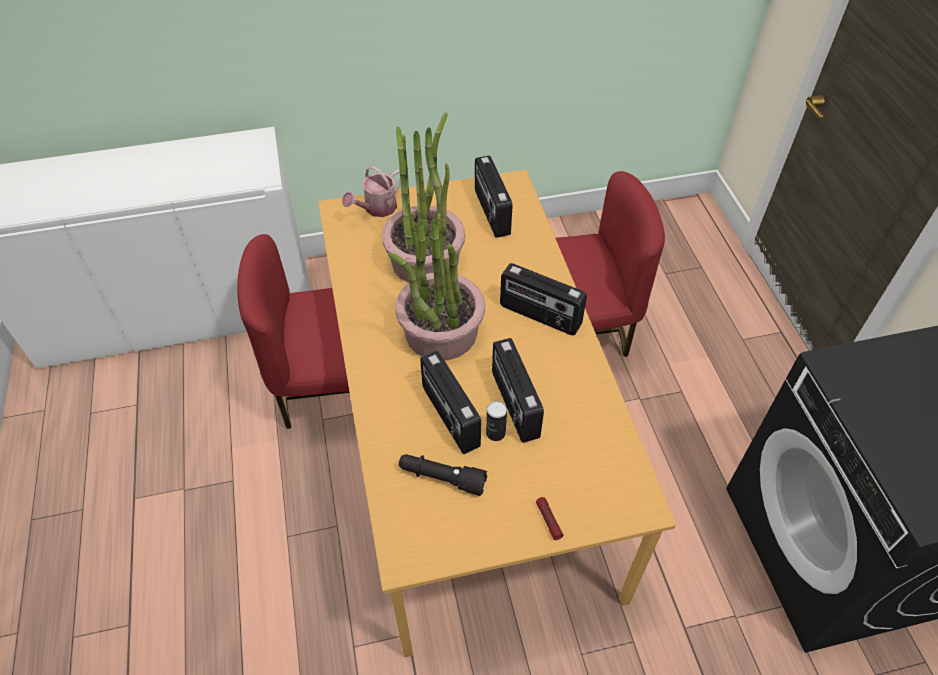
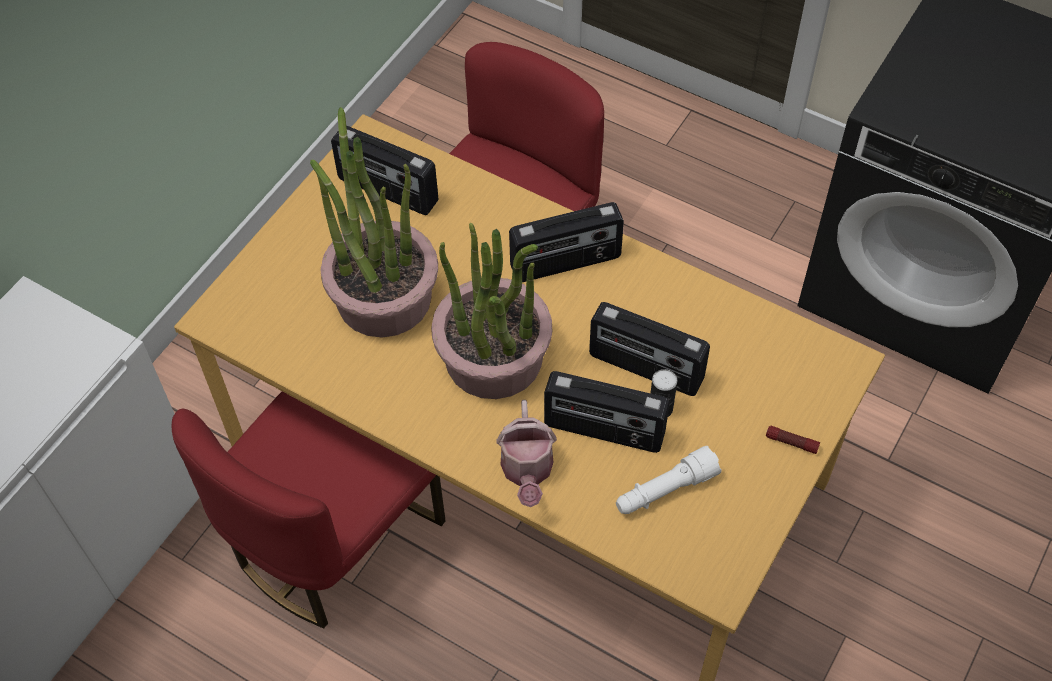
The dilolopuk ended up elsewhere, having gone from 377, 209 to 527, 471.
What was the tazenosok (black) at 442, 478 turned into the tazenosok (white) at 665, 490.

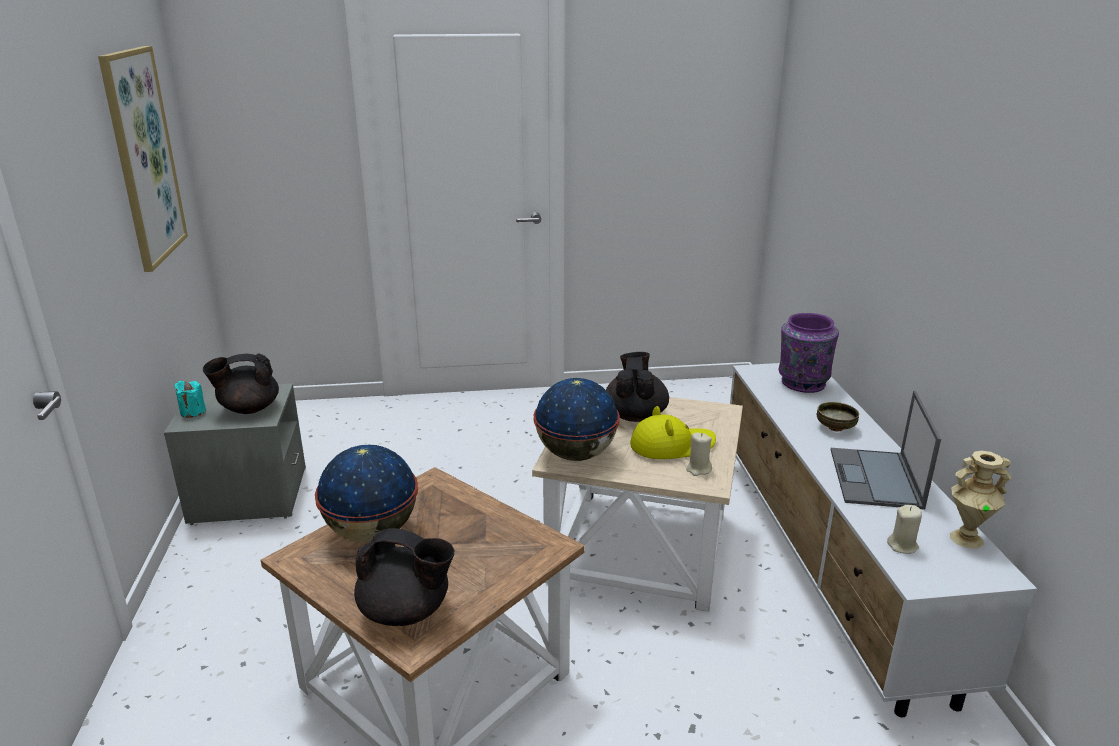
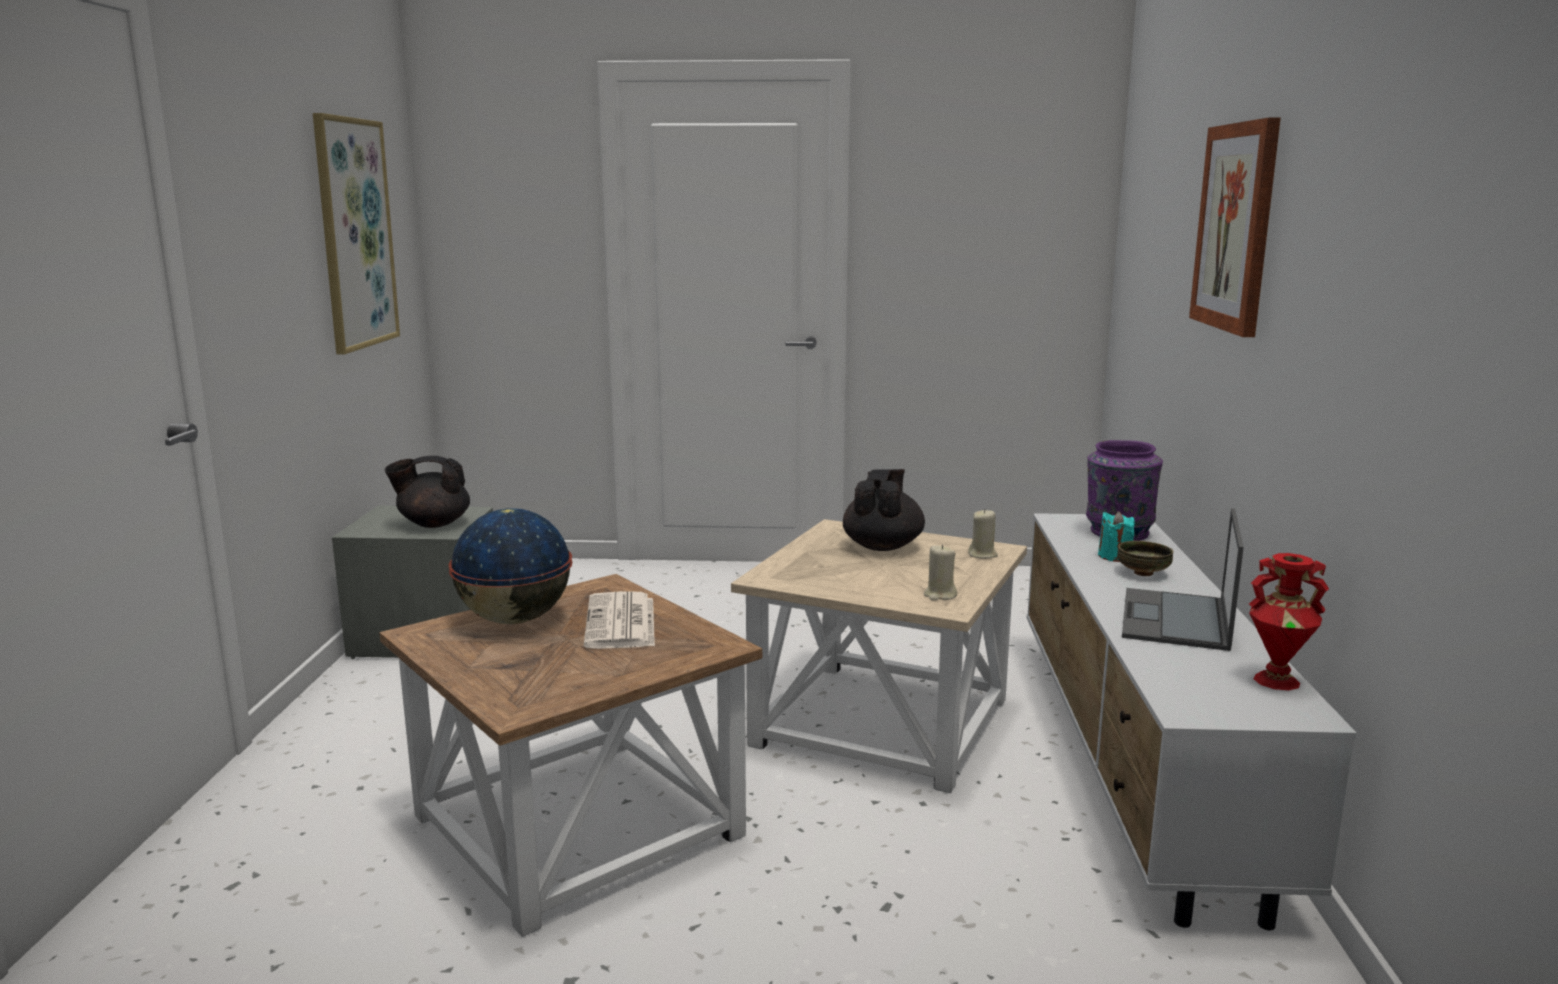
The second view lost the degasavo at 576, 455.
The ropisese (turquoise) ended up elsewhere, having gone from 193, 412 to 1114, 556.
The second view lost the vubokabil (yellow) at 671, 445.
What was the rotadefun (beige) at 966, 538 turned into the rotadefun (red) at 1276, 680.
The ropisese (beige) ended up elsewhere, having gone from 902, 546 to 982, 555.
The second view lost the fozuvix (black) at 406, 611.
The second view gained the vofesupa at 1236, 227.
The second view gained the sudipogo at 621, 623.

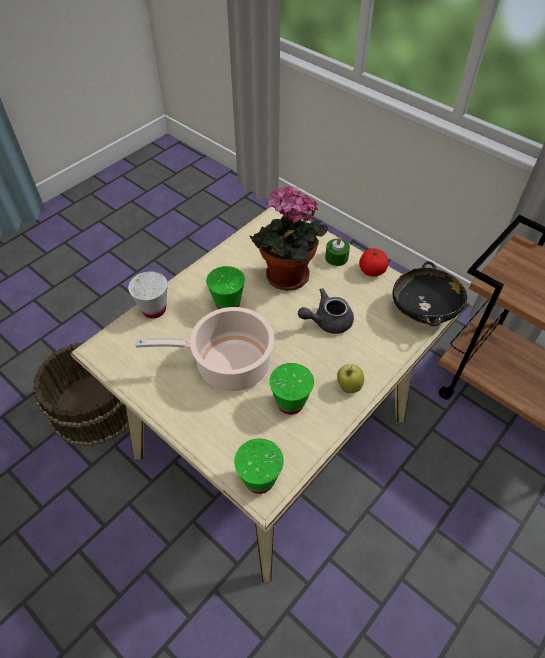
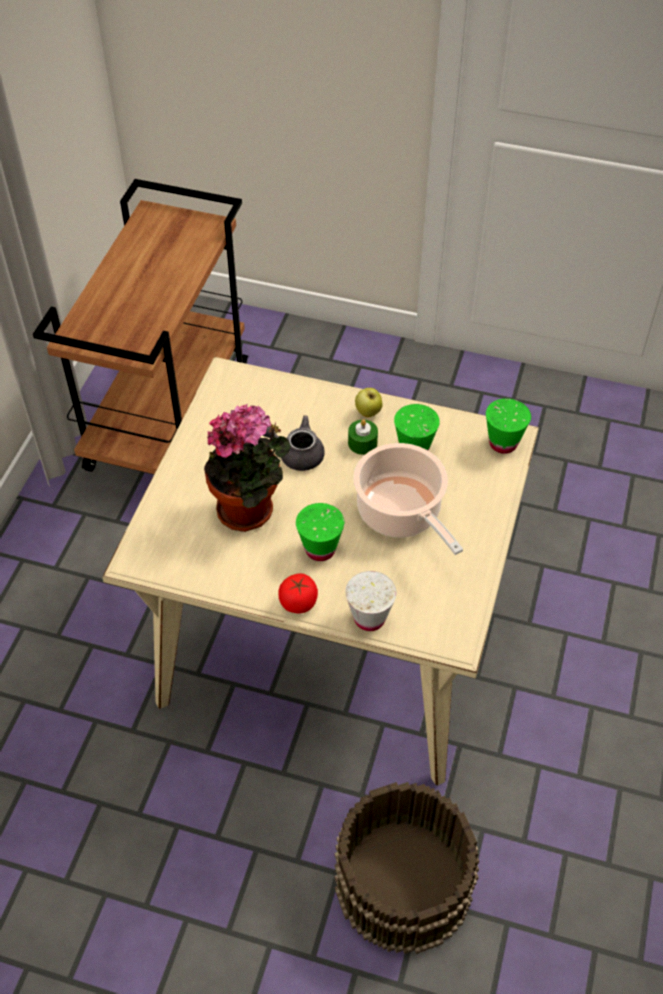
The ropisese (green) ended up elsewhere, having gone from 336, 257 to 362, 443.
The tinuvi ended up elsewhere, having gone from 372, 271 to 298, 602.
The second view lost the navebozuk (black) at 424, 310.
The fozuvix (grey) at 327, 321 ended up facing another way, 150 degrees clockwise from before.

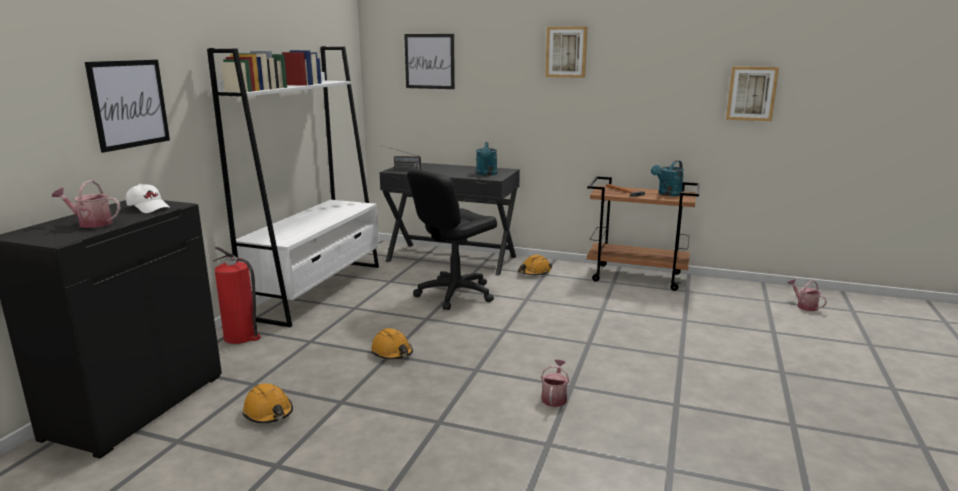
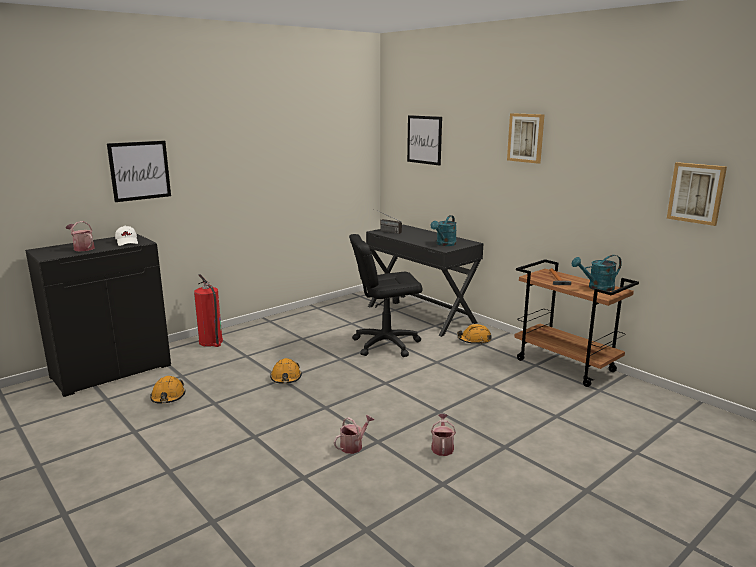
The second view lost the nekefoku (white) at 317, 290.
The dilolopuk ended up elsewhere, having gone from 804, 306 to 442, 447.

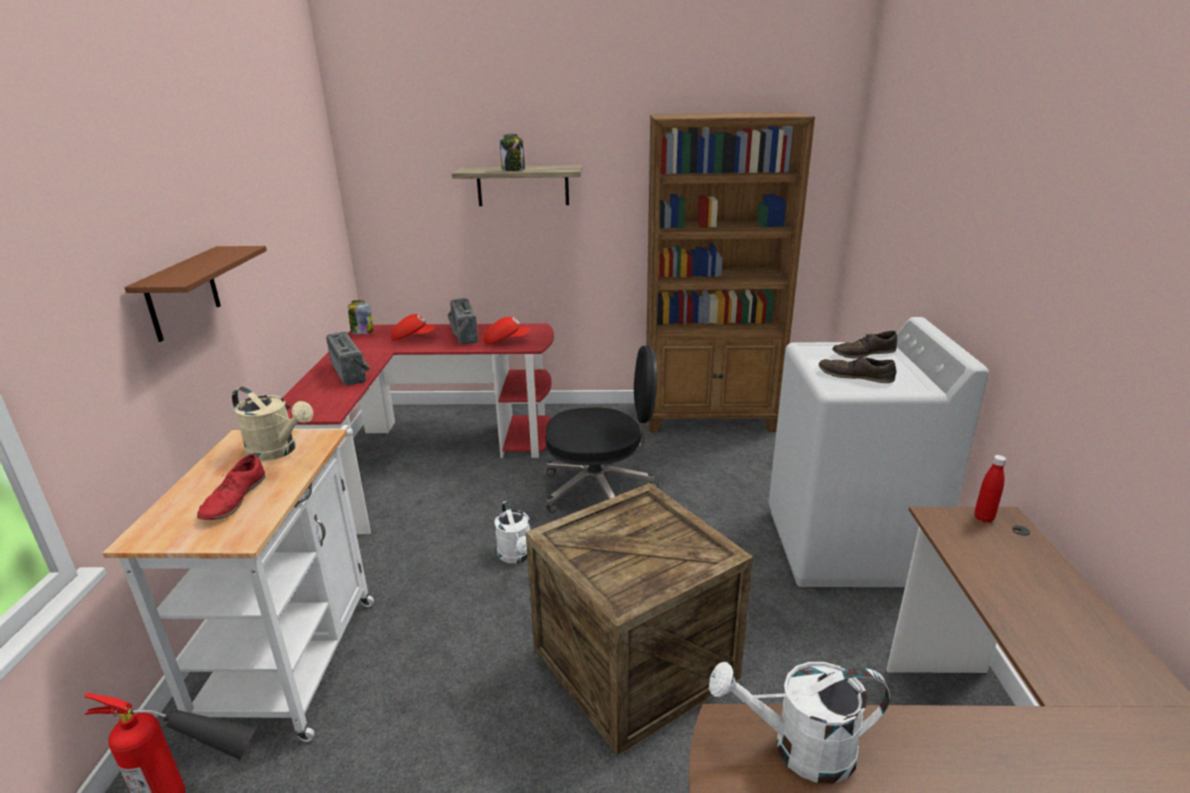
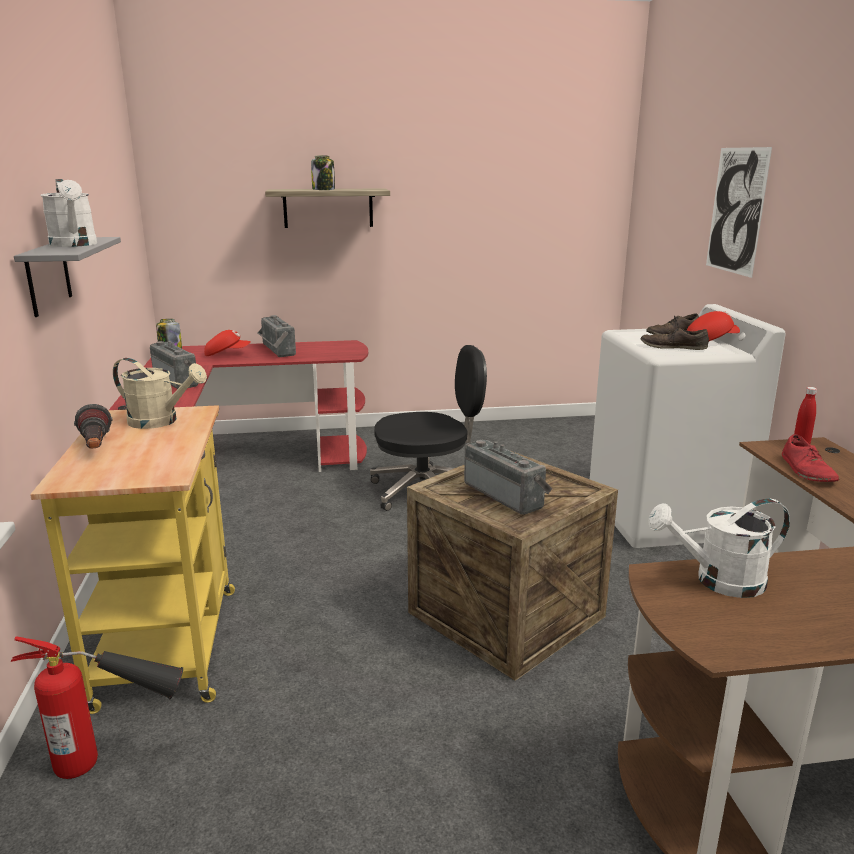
The second view lost the nekefoku (brown) at 710, 418.
What was the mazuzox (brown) at 182, 294 turned into the mazuzox (grey) at 48, 276.
The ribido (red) ended up elsewhere, having gone from 506, 341 to 711, 341.
What was the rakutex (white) at 297, 653 turned into the rakutex (yellow) at 169, 637.
The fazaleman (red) ended up elsewhere, having gone from 234, 499 to 807, 471.
The dilolopuk (white) ended up elsewhere, having gone from 517, 556 to 75, 245.
The second view gained the vofesupa at 736, 211.
The second view gained the tazenosok at 96, 448.
The second view gained the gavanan at 506, 494.

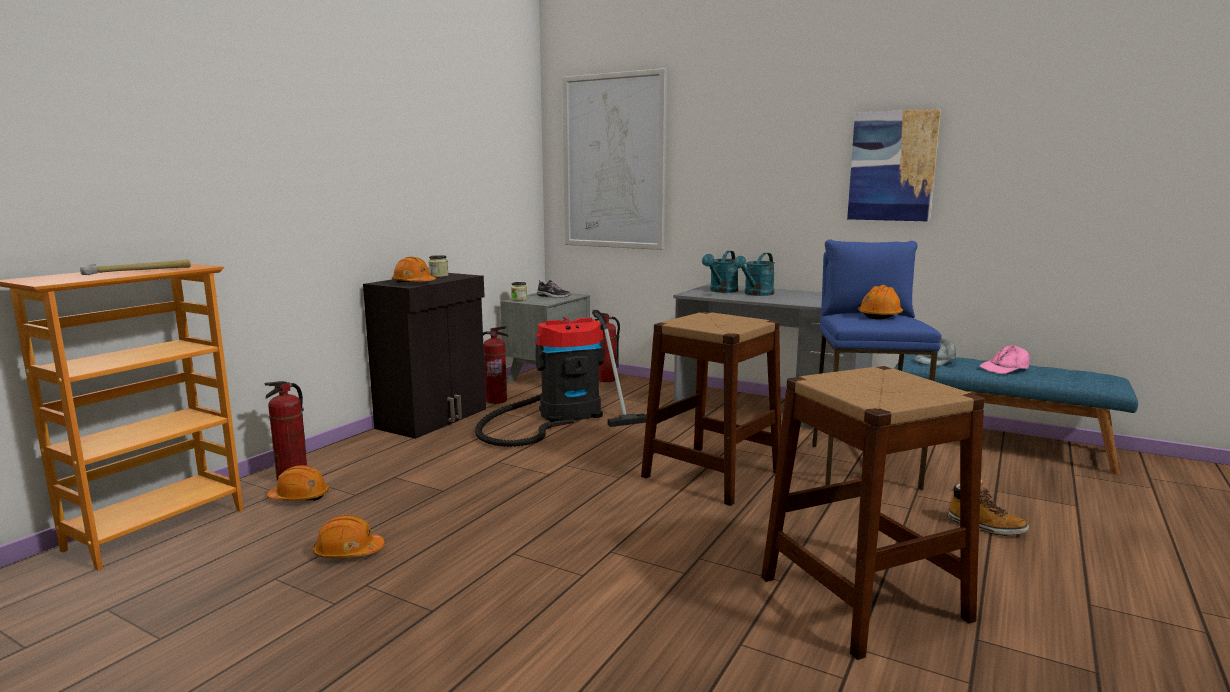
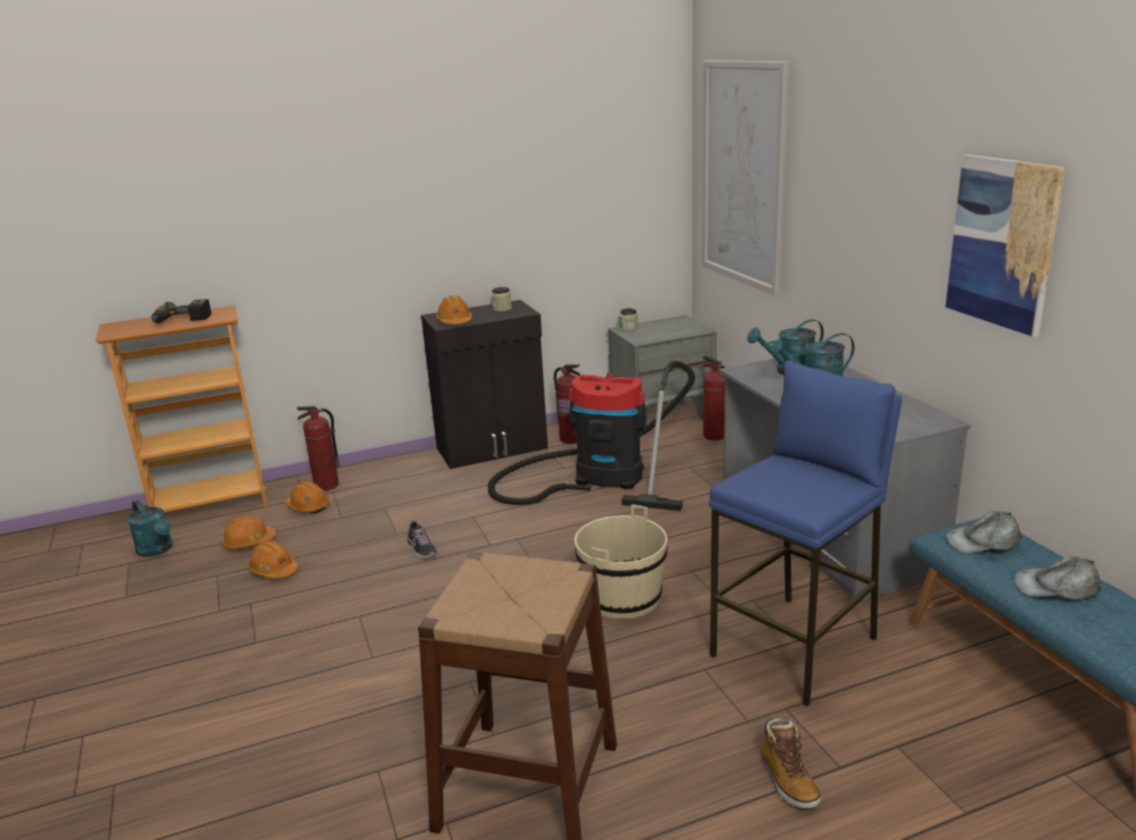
Where the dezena stood at 137, 271, the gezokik came to stand at 181, 321.
The fazaleman ended up elsewhere, having gone from 553, 296 to 421, 549.
The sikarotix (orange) ended up elsewhere, having gone from 880, 316 to 249, 543.
Where the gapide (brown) stood at 712, 474, the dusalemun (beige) came to stand at 623, 597.
What was the ribido (pink) at 1005, 368 turned into the ribido (grey) at 1056, 587.
The second view gained the dilolopuk (turquoise) at 157, 550.

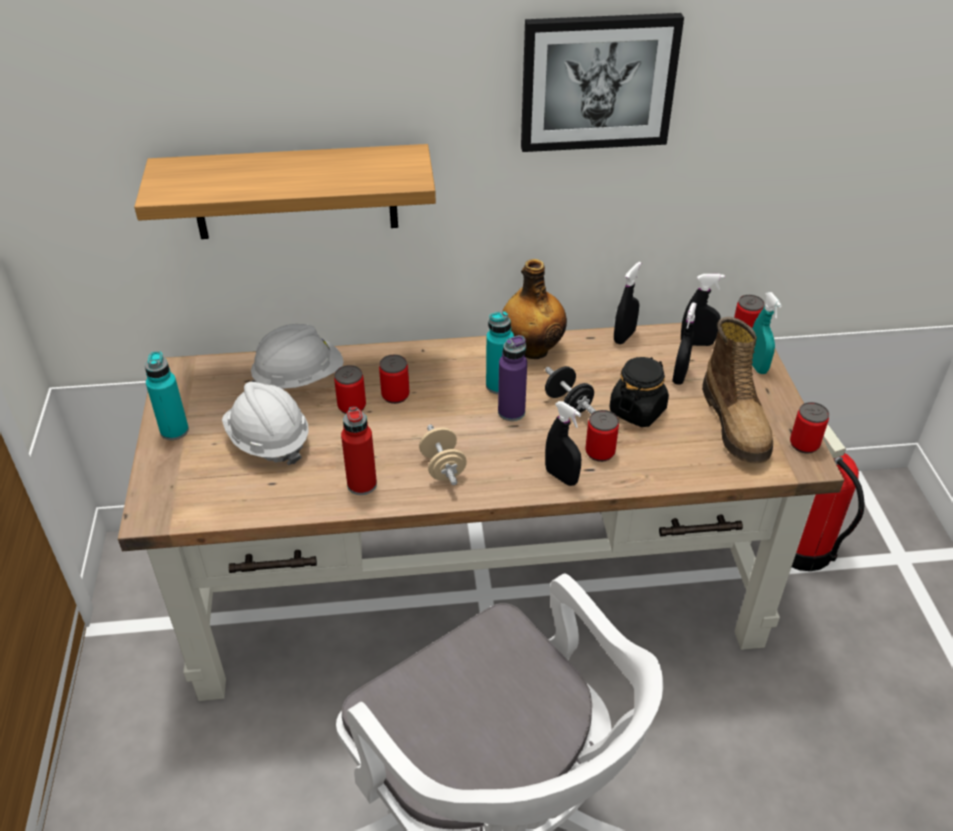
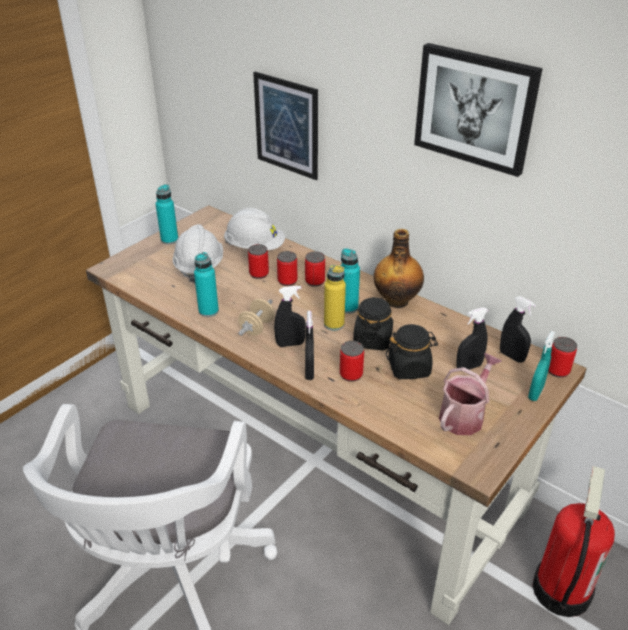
Where the mazuzox hung at 295, 192, the vofesupa came to hang at 286, 126.
The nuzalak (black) ended up elsewhere, having gone from 624, 337 to 290, 344.
Where the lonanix stood at 736, 423, the dilolopuk came to stand at 464, 415.
What was the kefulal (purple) at 511, 412 turned into the kefulal (yellow) at 334, 324.
Where the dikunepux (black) stood at 568, 404, the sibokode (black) came to stand at 372, 339.
The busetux ended up elsewhere, having gone from 804, 444 to 315, 281.
What was the kefulal (red) at 362, 484 turned into the kefulal (turquoise) at 208, 311.

